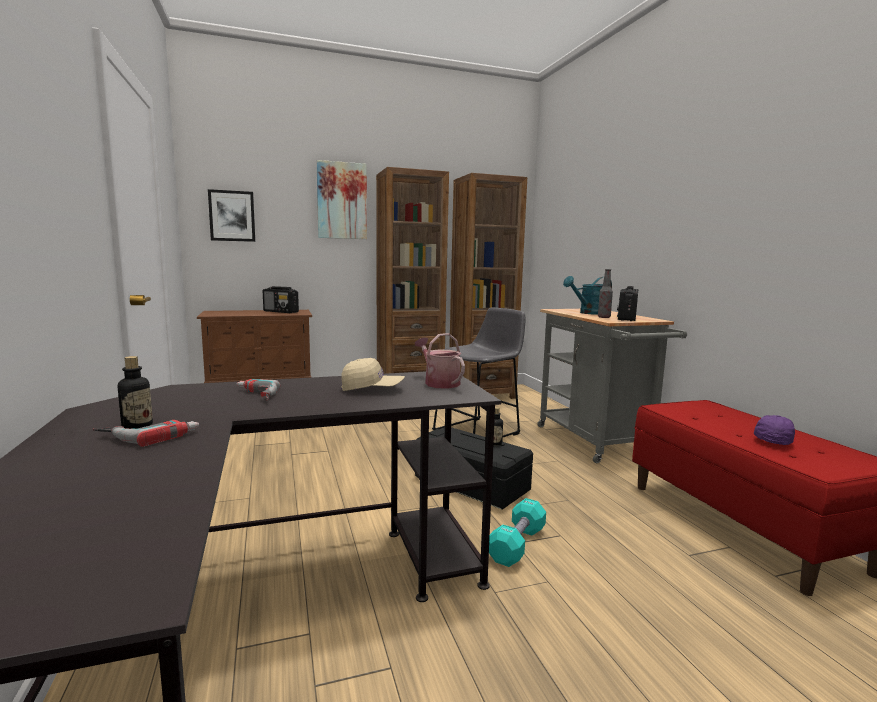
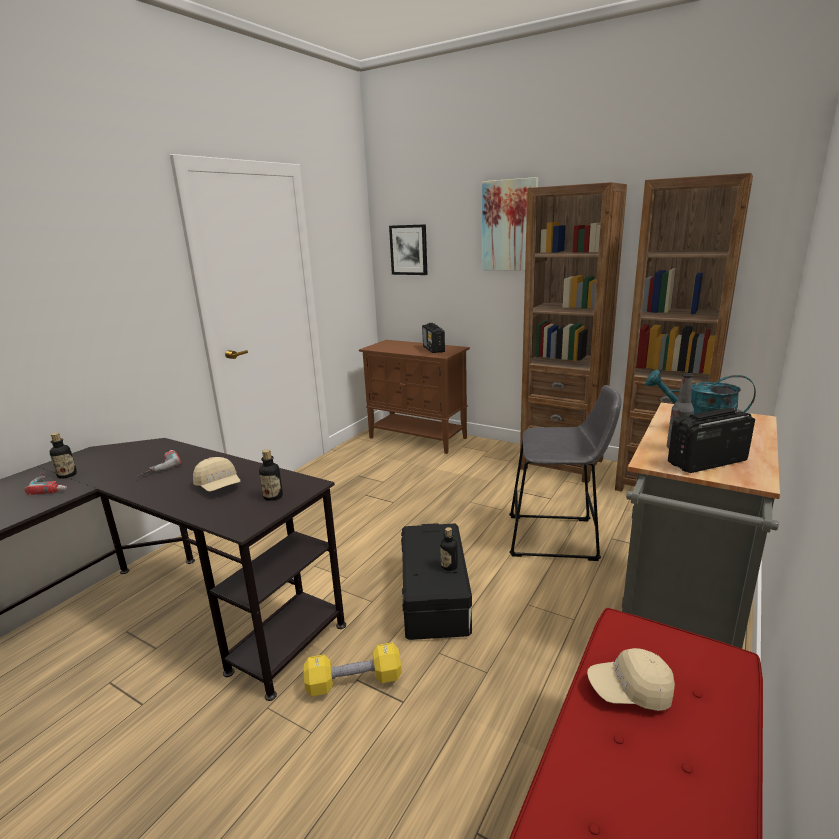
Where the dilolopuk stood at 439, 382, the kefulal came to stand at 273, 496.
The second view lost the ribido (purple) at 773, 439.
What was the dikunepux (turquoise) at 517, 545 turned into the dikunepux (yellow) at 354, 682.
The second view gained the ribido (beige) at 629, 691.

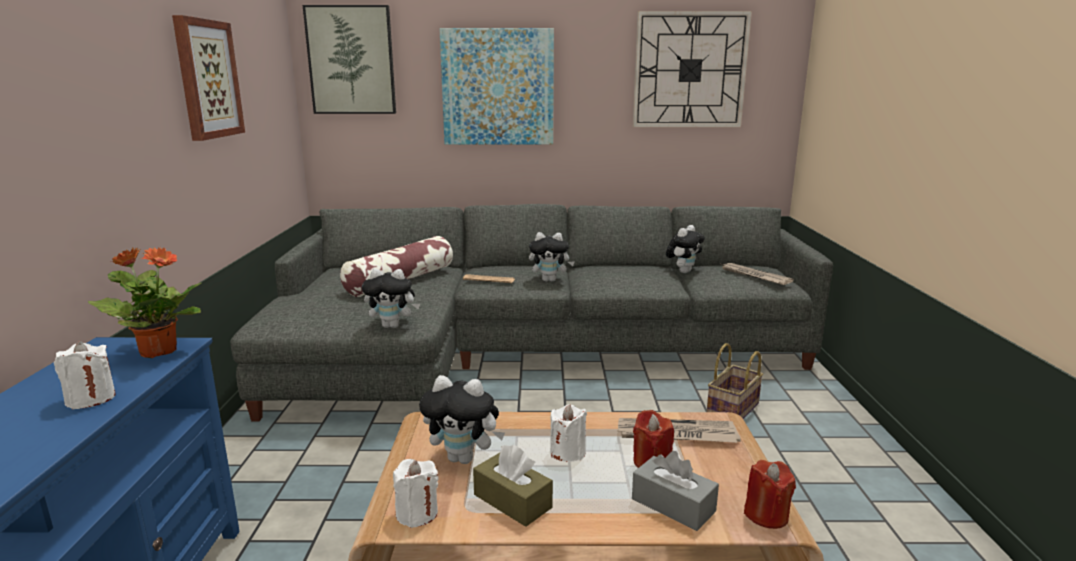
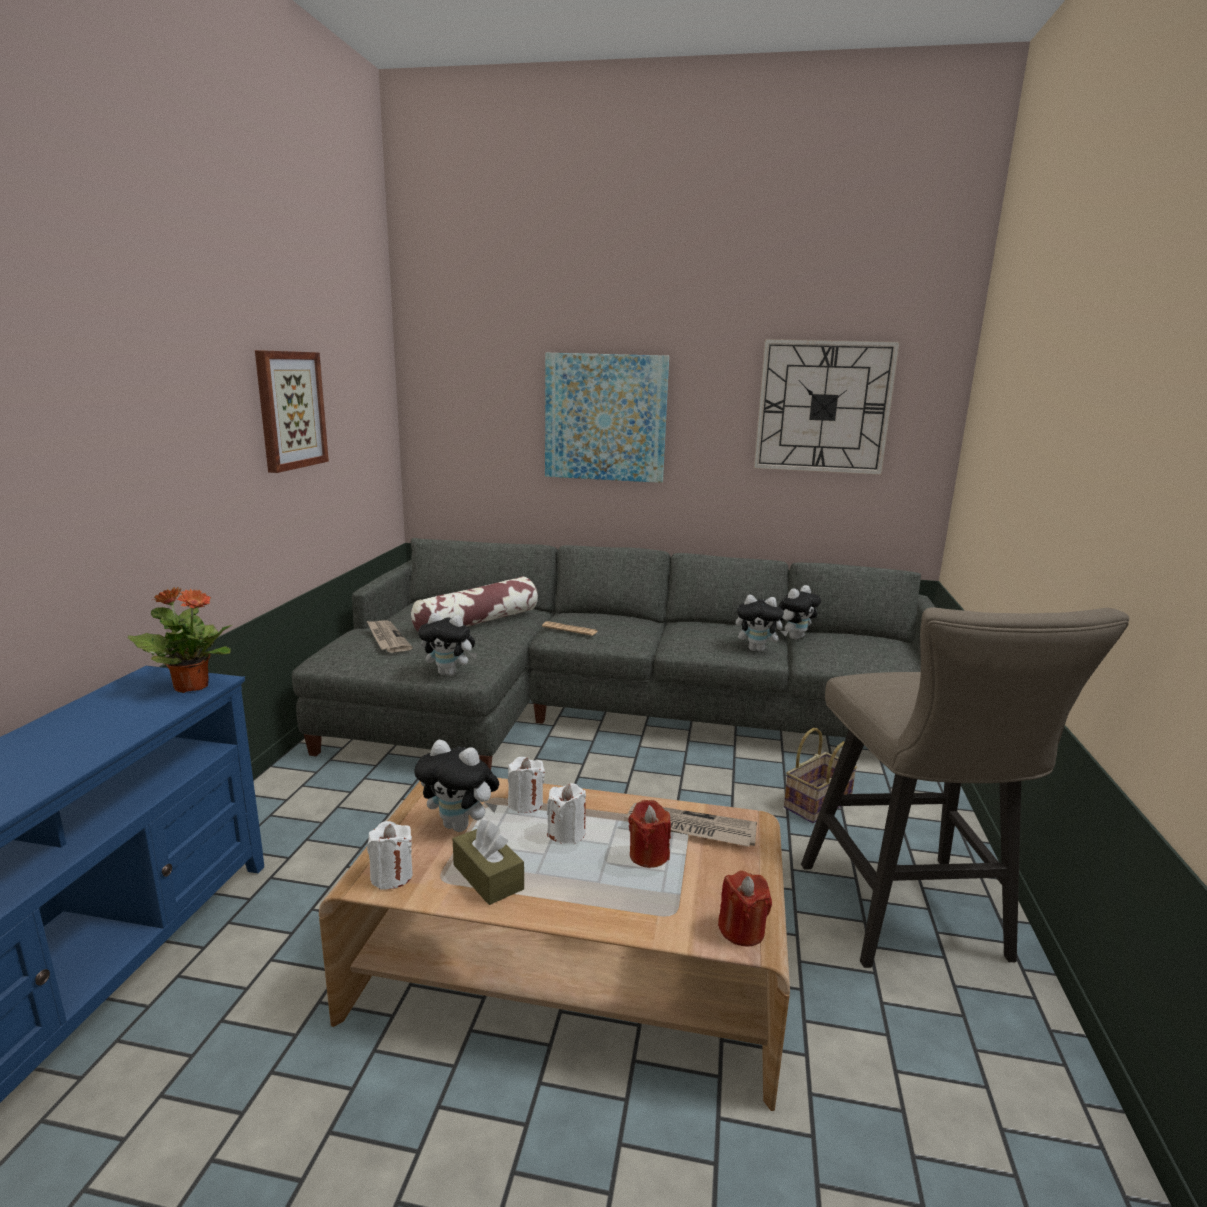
The second view lost the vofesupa at 351, 60.
The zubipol ended up elsewhere, having gone from 550, 280 to 758, 649.
The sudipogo ended up elsewhere, having gone from 754, 276 to 387, 638.
The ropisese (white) ended up elsewhere, having gone from 91, 399 to 525, 803.
The second view lost the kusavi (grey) at 673, 505.
The second view gained the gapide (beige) at 910, 920.

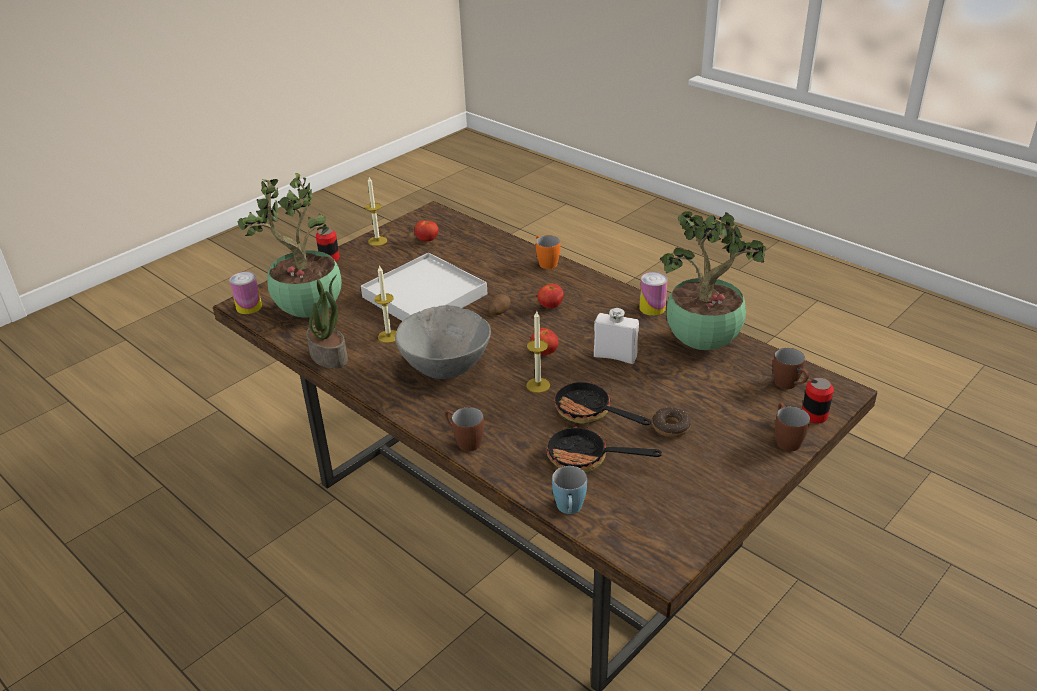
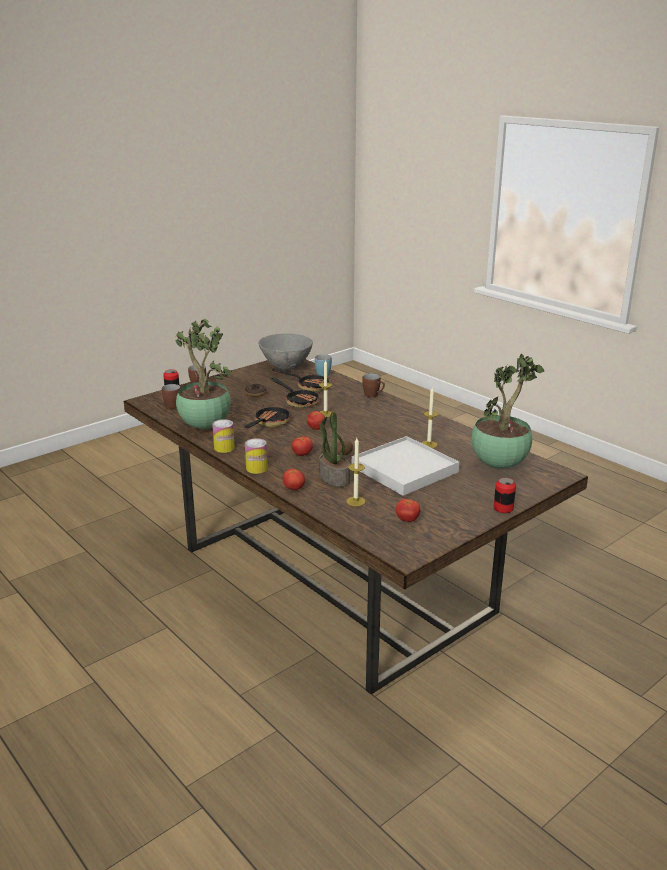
The ropisese ended up elsewhere, having gone from 377, 241 to 356, 501.
Where the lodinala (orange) stood at 545, 262, the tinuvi came to stand at 294, 489.
The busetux ended up elsewhere, having gone from 249, 307 to 256, 468.
The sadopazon ended up elsewhere, having gone from 329, 356 to 333, 478.
The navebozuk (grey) ended up elsewhere, having gone from 446, 369 to 286, 367.
Where the kefulal (white) stood at 615, 356, the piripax came to stand at 269, 423.

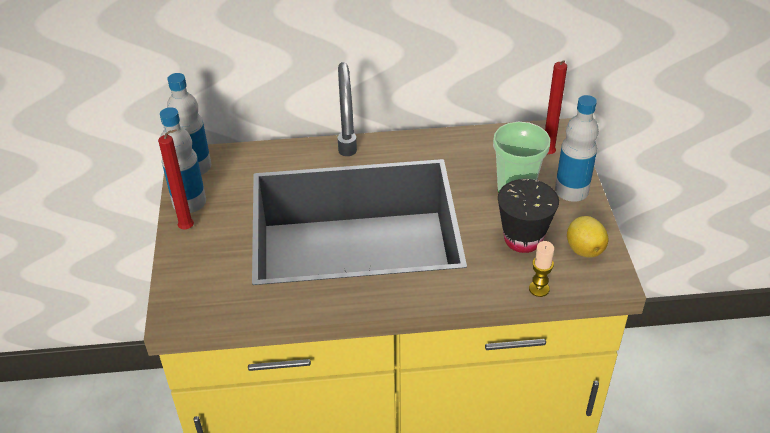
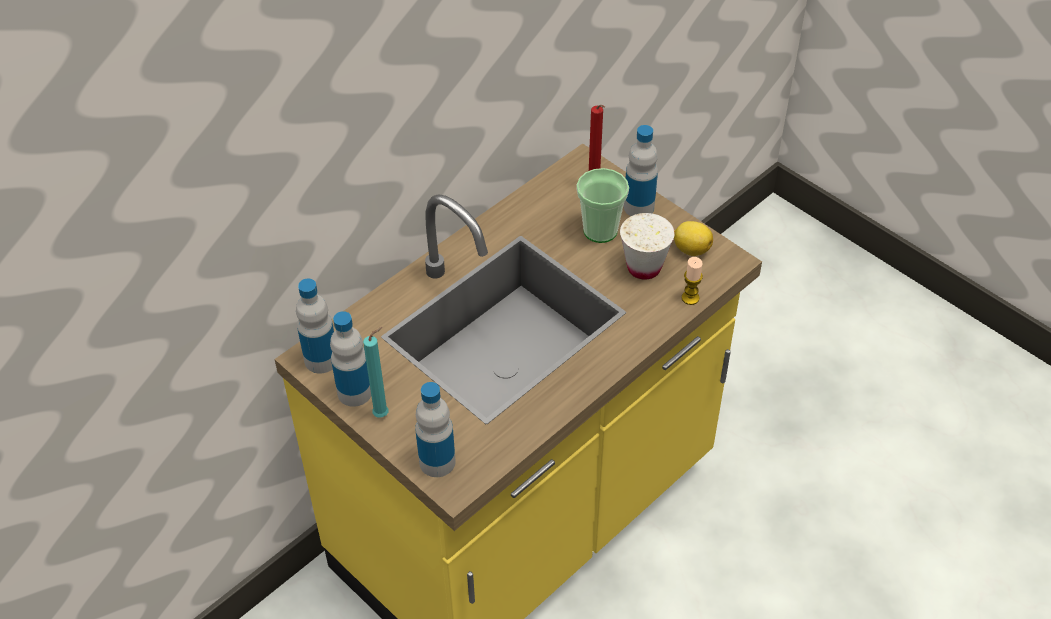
What was the ropisese (red) at 189, 229 turned into the ropisese (turquoise) at 383, 414.
What was the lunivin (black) at 523, 240 turned into the lunivin (white) at 644, 267.
The second view gained the kefulal at 437, 462.

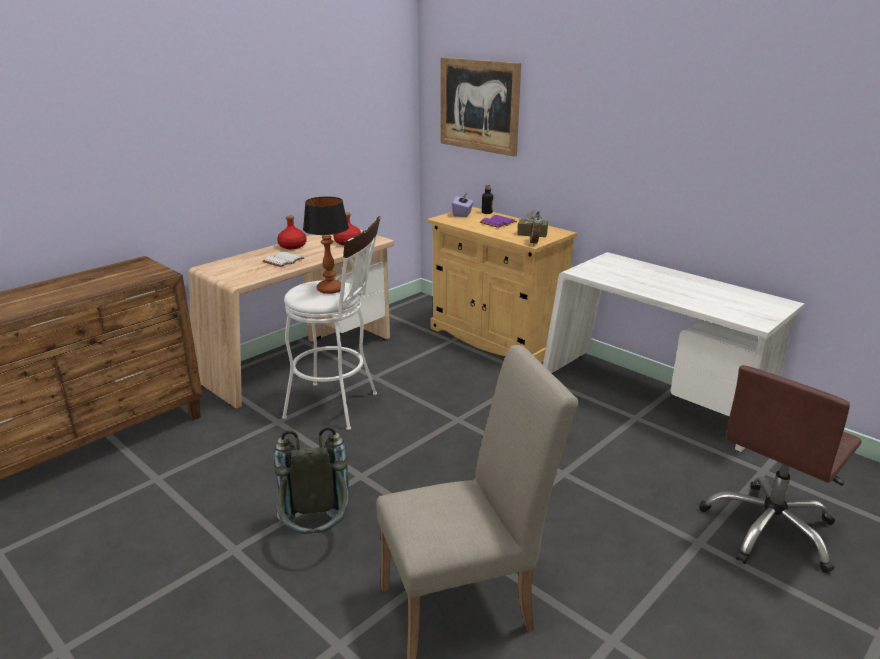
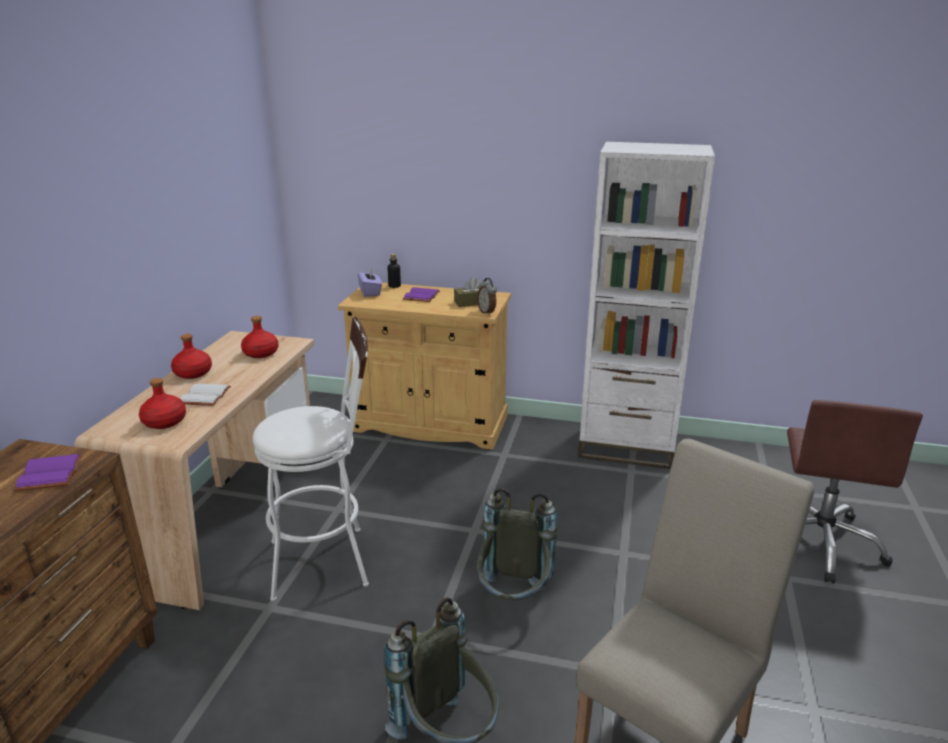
The second view lost the vofesupa at 479, 105.
The second view lost the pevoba at 330, 290.
Where the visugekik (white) stood at 651, 398, the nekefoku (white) came to stand at 626, 447.
The second view gained the kefulal (red) at 165, 421.
The second view gained the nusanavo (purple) at 51, 474.
The second view gained the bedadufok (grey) at 513, 599.

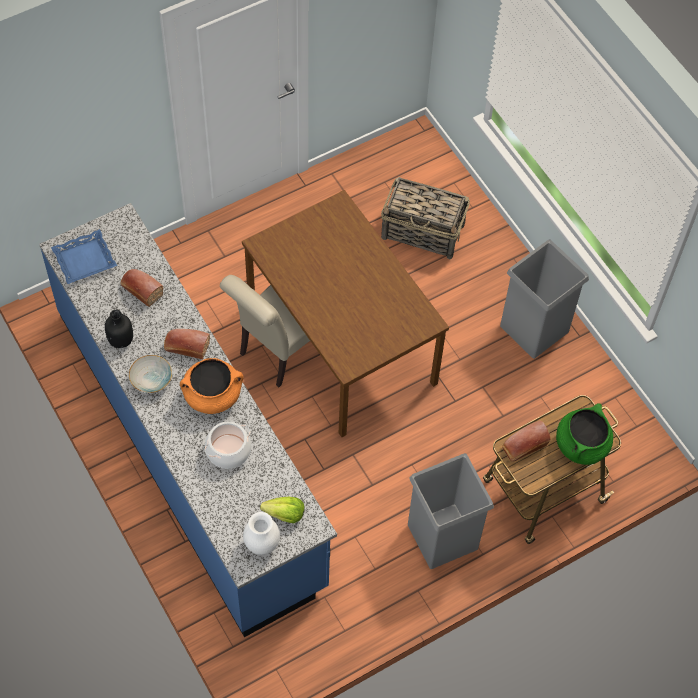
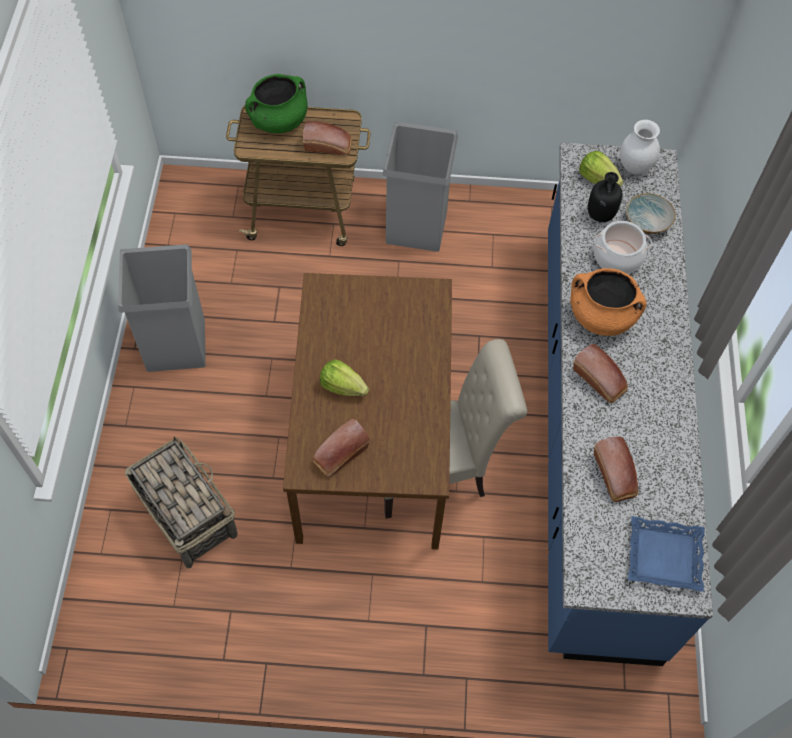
The kefulal (black) ended up elsewhere, having gone from 121, 339 to 600, 215.
The navebozuk ended up elsewhere, having gone from 151, 380 to 647, 221.
The second view gained the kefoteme at 343, 386.
The second view gained the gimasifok at 339, 455.

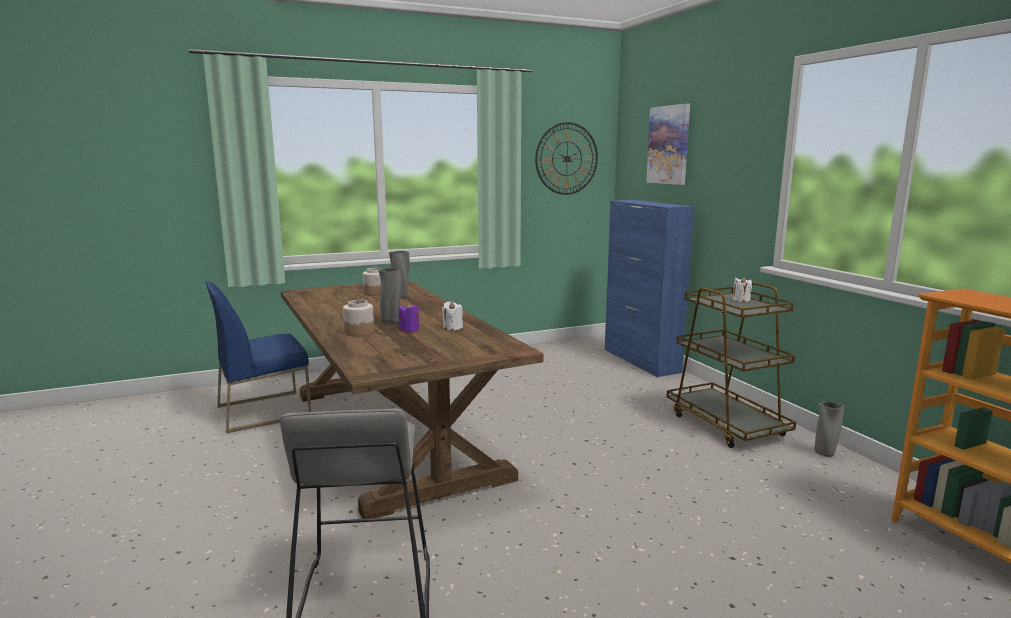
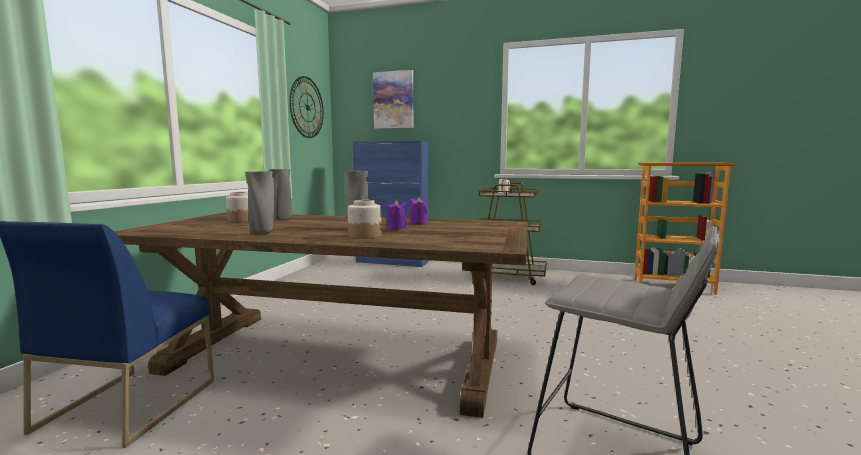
What was the ropisese (white) at 452, 327 turned into the ropisese (purple) at 418, 223.
The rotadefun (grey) ended up elsewhere, having gone from 824, 454 to 262, 233.

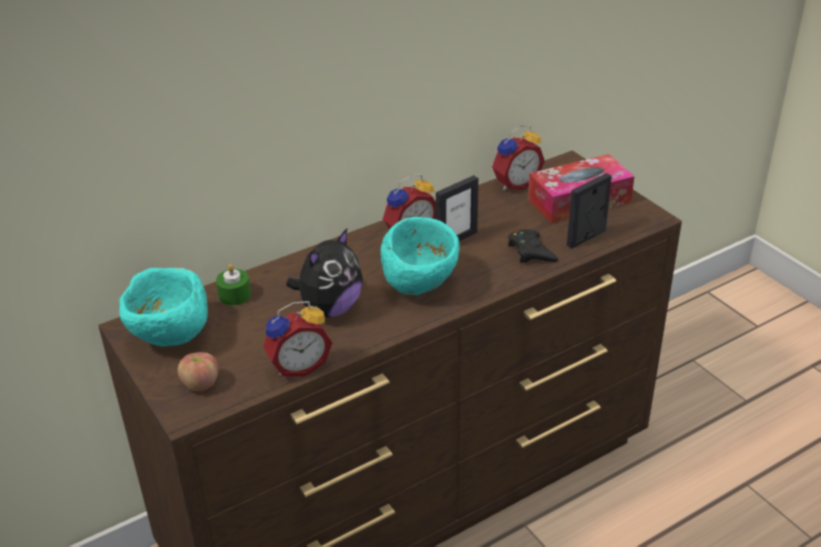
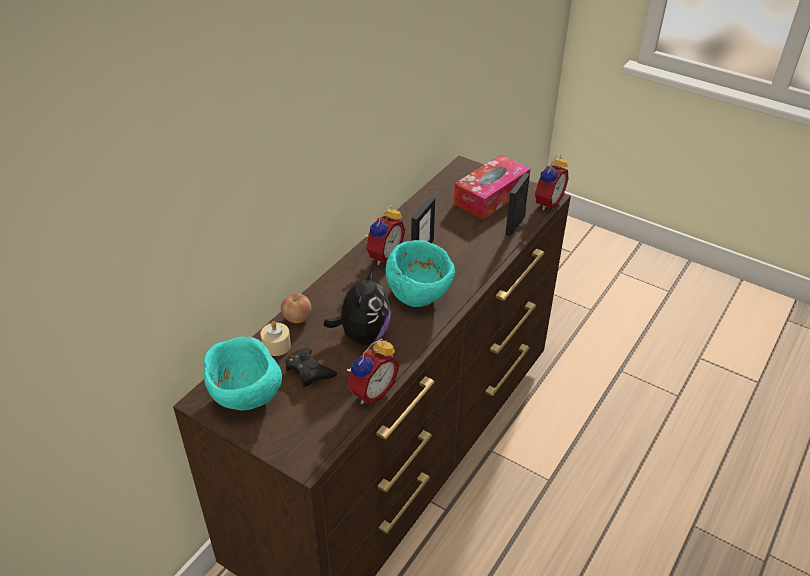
The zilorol ended up elsewhere, having gone from 515, 183 to 546, 202.
The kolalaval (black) ended up elsewhere, having gone from 531, 251 to 309, 371.
What was the ropisese (green) at 234, 295 turned into the ropisese (beige) at 276, 345.
The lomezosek ended up elsewhere, having gone from 200, 384 to 297, 318.

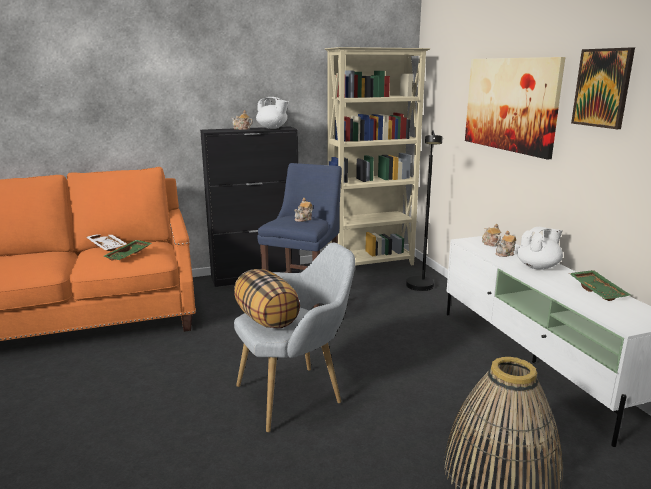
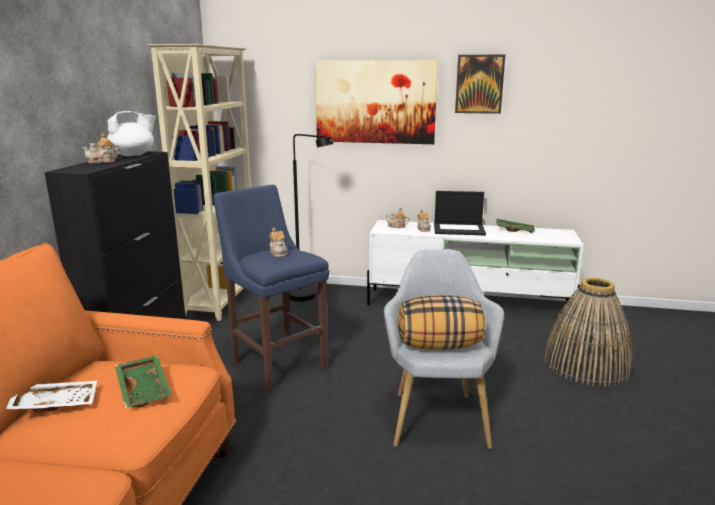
Where the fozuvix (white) stood at 538, 267, the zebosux came to stand at 459, 229.

